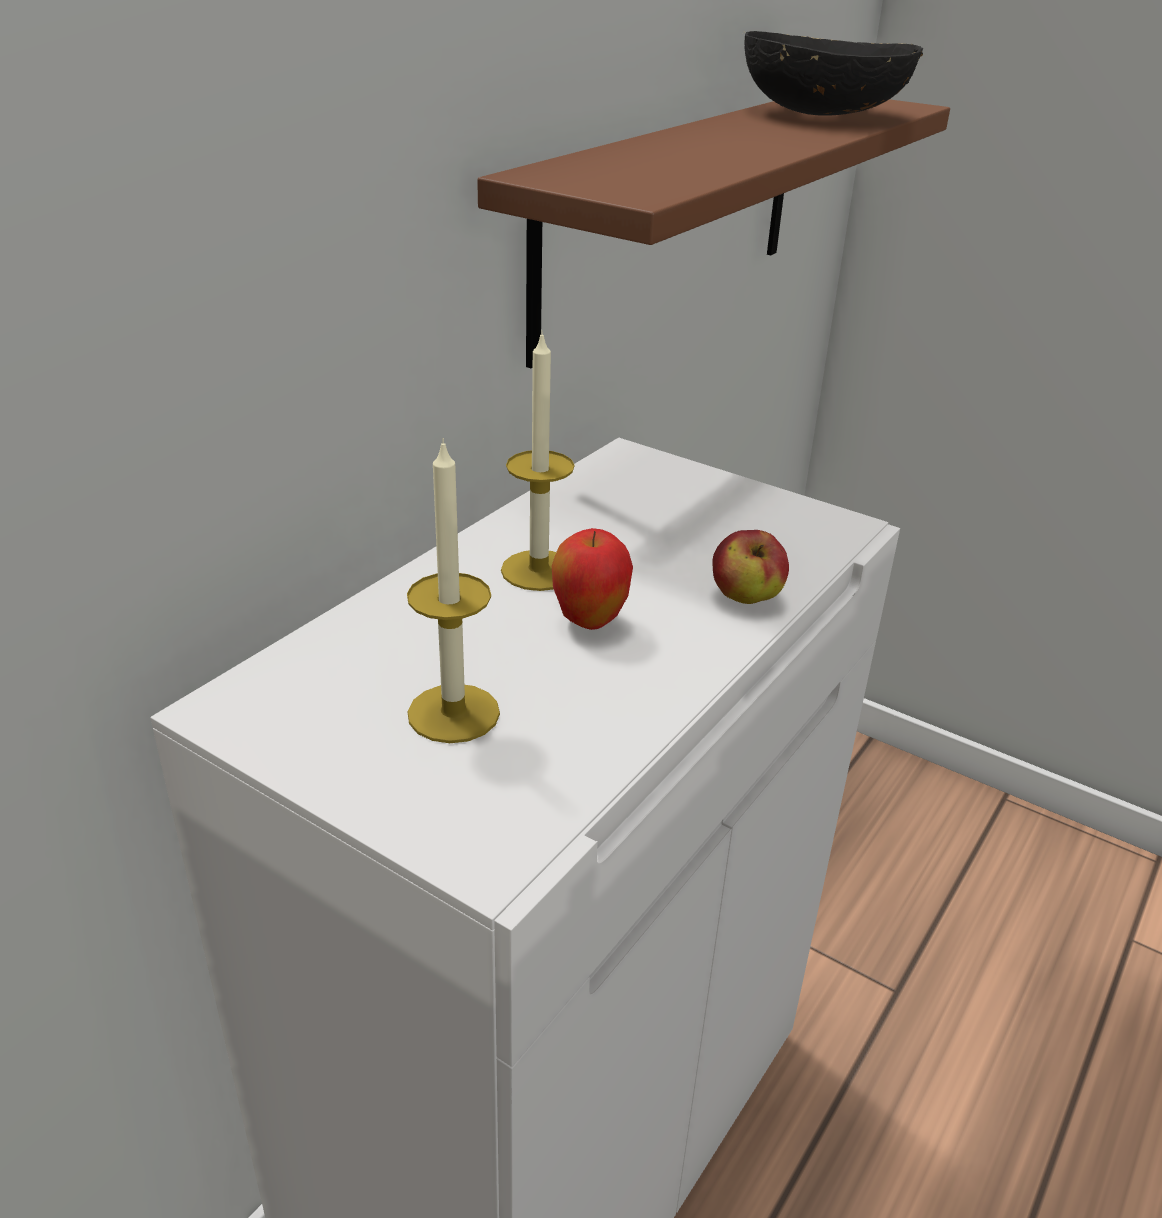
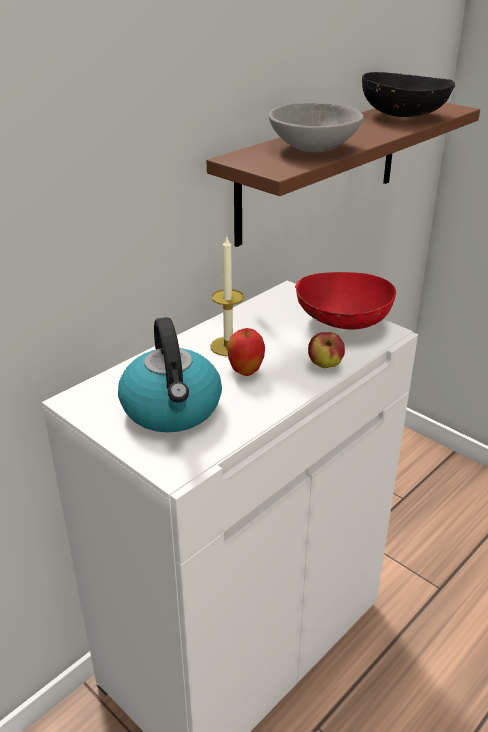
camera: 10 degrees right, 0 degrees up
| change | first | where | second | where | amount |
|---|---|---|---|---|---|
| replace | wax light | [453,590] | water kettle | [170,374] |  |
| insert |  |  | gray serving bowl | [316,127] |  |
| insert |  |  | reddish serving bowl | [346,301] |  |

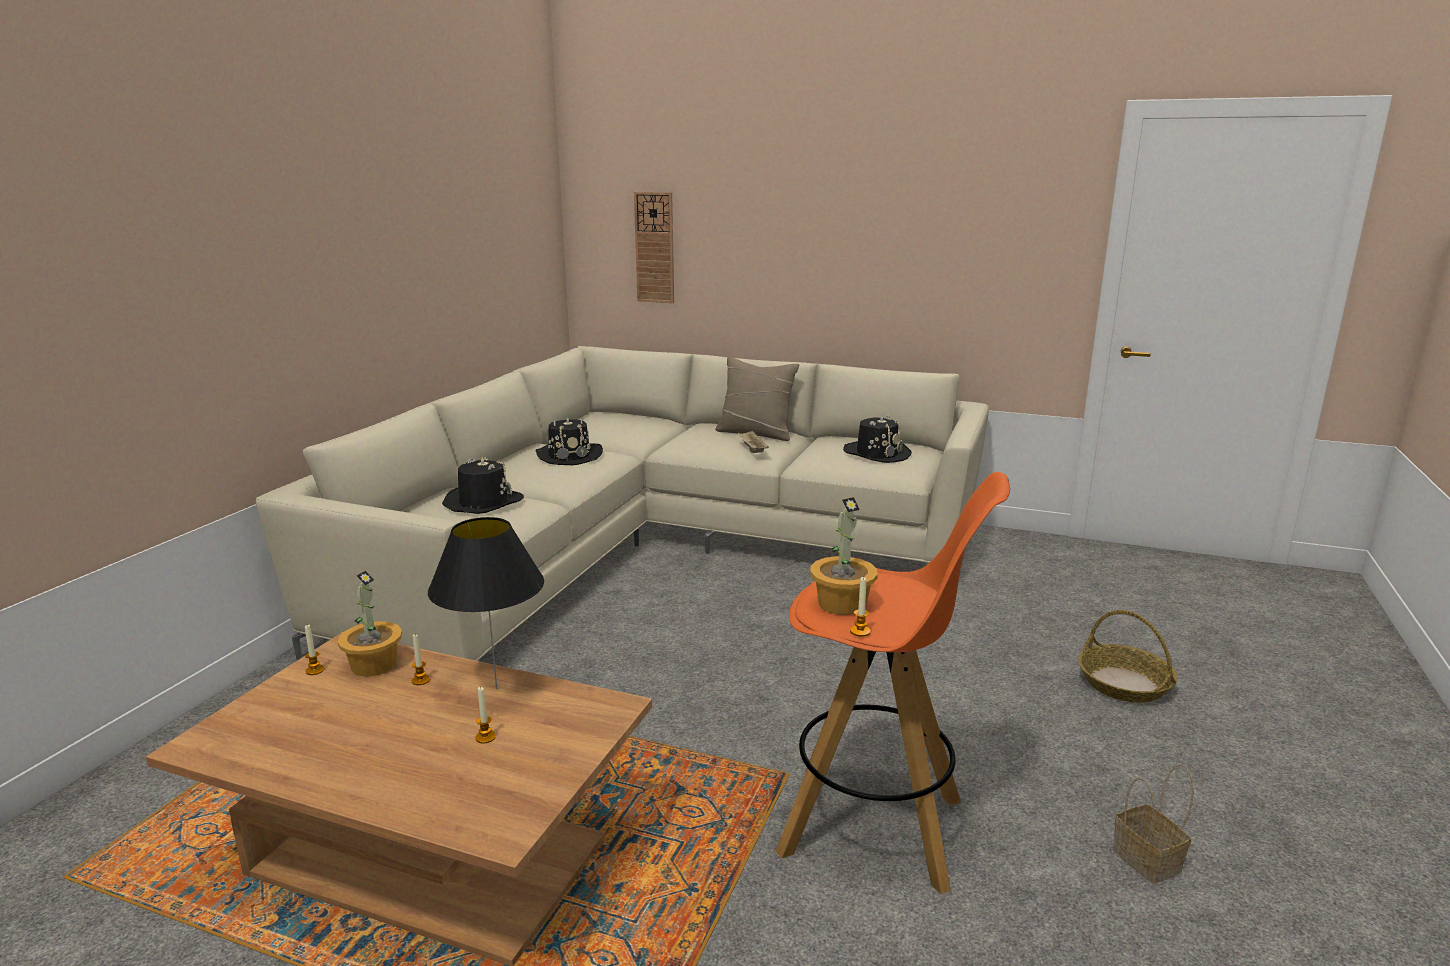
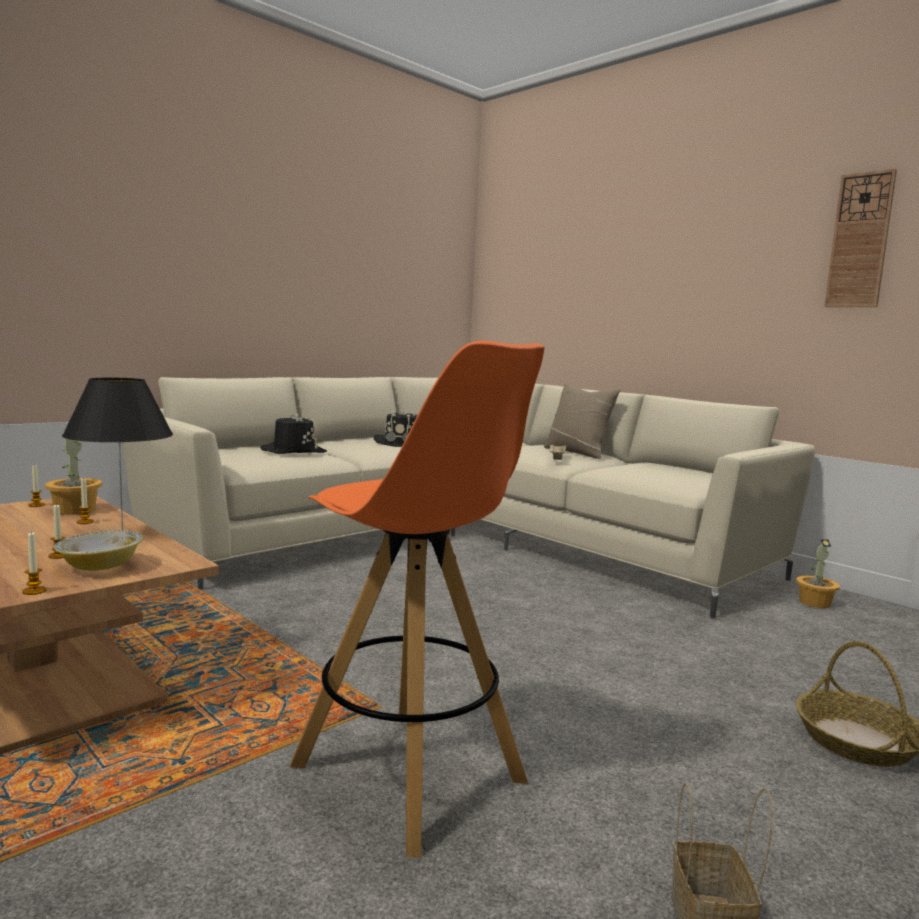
camera: 25 degrees right, 10 degrees down
| change | first | where | second | where | amount |
|---|---|---|---|---|---|
| move | wall clock | [654,247] |  | [860,237] |  |
| move | houseplant | [844,556] |  | [818,573] |  |
| delete | blackish clothing hat | [877,439] |  |  |  |
| move | wax light | [860,606] |  | [34,563] |  |
| insert |  |  | serving bowl | [98,550] |  |

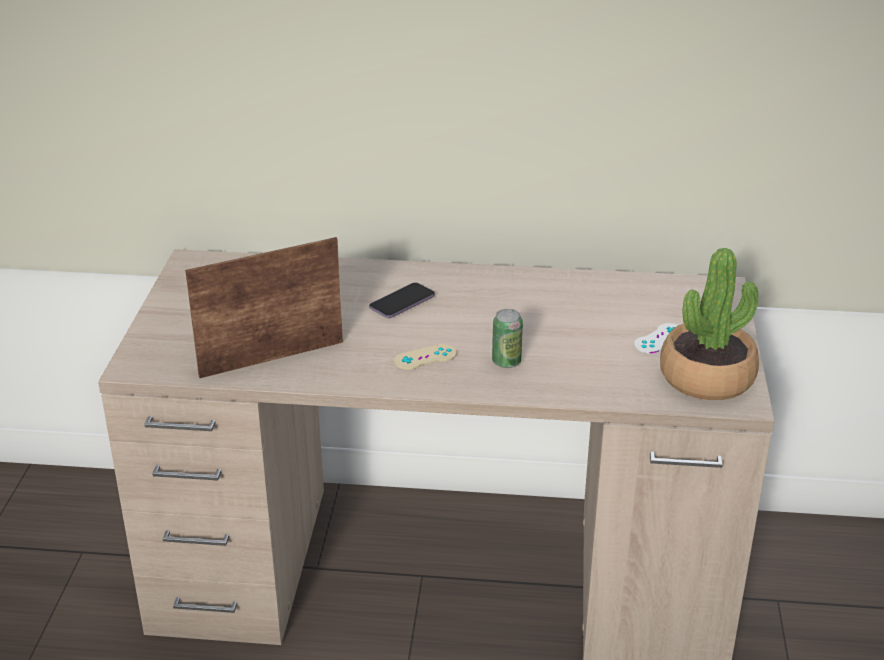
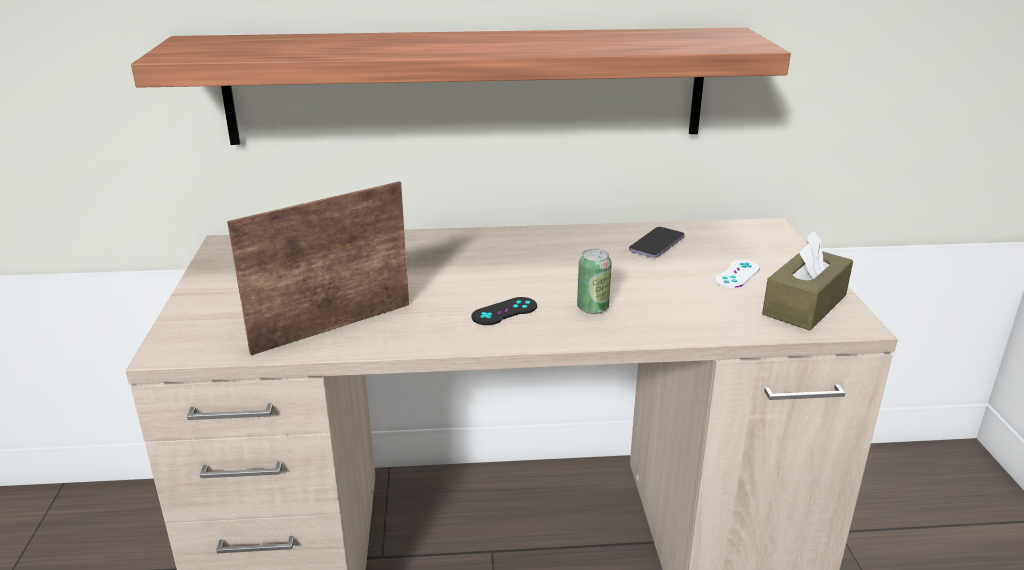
camera: 10 degrees left, 5 degrees down
| change | first | where | second | where | amount |
|---|---|---|---|---|---|
| move | handset | [402,300] |  | [657,242] |  |
| recolor | sand-coloured gamepad | [425,357] | blackish gamepad | [504,311] |  |
| replace | houseplant | [709,324] | brown-coloured box of tissues | [807,280] |  |
| insert |  |  | bracket shelf | [461,86] |  |

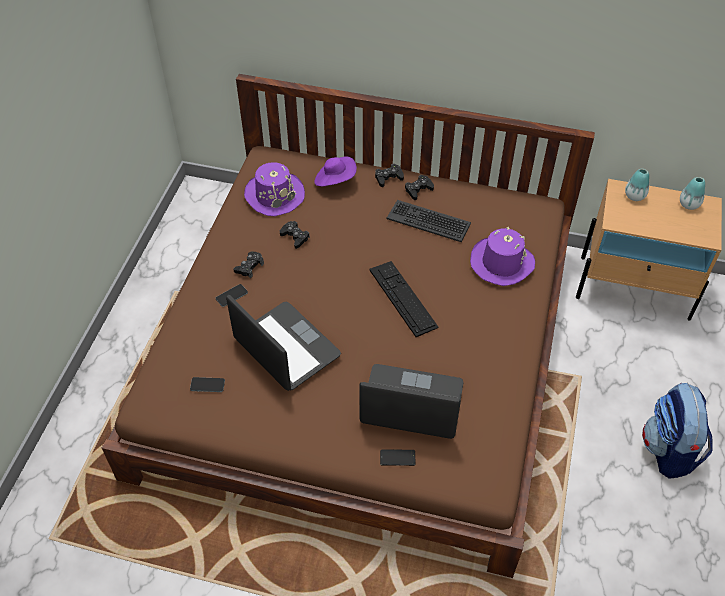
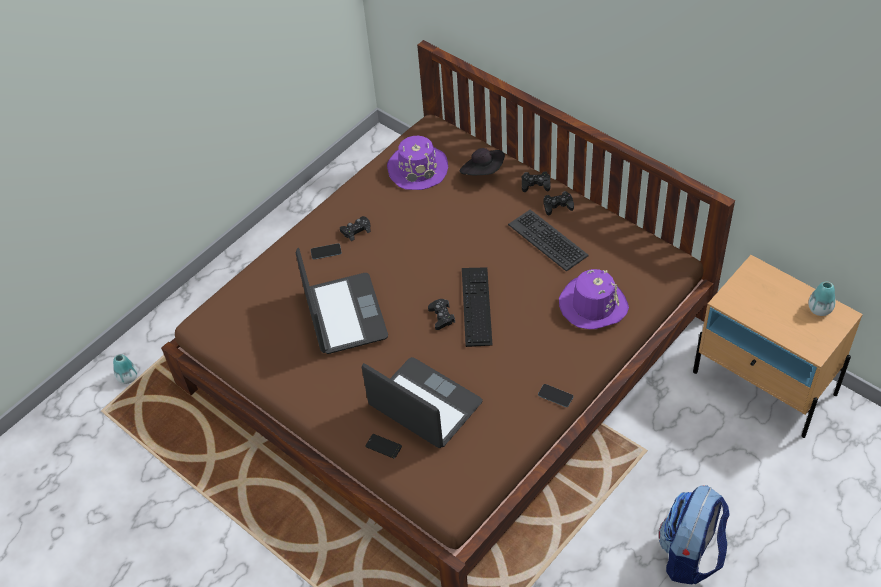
camera: 30 degrees right, 0 degrees up
| change | first | where | second | where | amount |
|---|---|---|---|---|---|
| move | handset | [207,384] |  | [555,395] |  |
| move | blackish gamepad | [295,235] |  | [441,314] |  |
| recolor | purplish clothing hat | [336,171] | blackish clothing hat | [482,161] |  |
| move | vase | [637,185] |  | [125,369] |  |

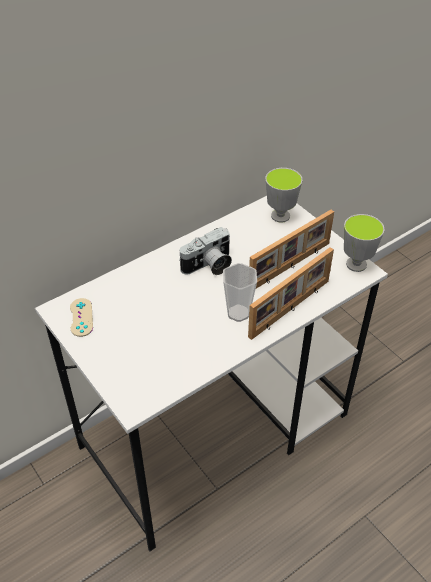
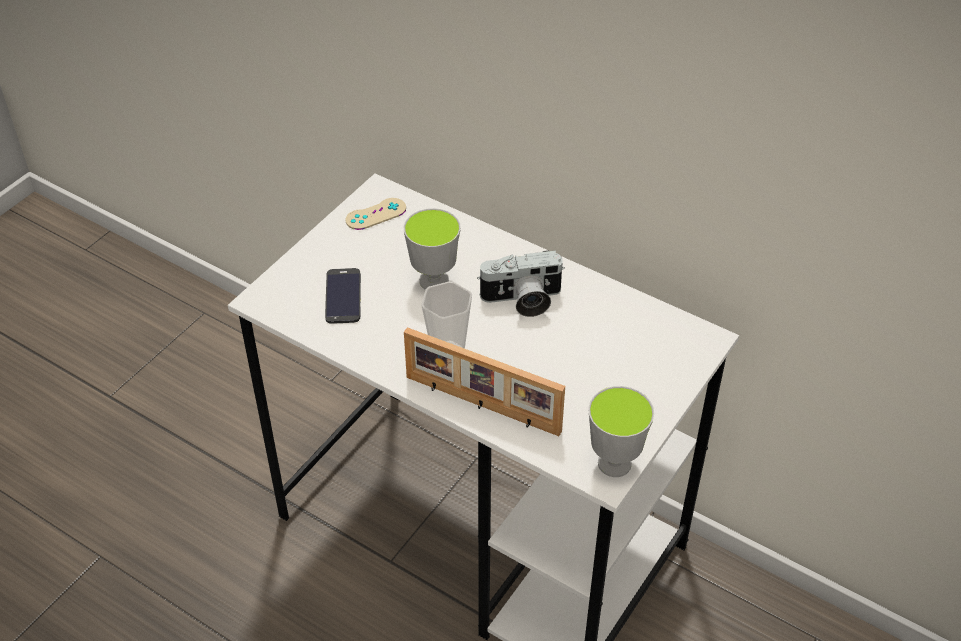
camera: 70 degrees right, 0 degrees up
| change | first | where | second | where | amount |
|---|---|---|---|---|---|
| rotate | photo camera | [205,251] |  | [521,284] | 45 degrees counterclockwise |
| delete | standing frame | [291,249] |  |  |  |
| move | cup | [283,195] |  | [432,249] |  |
| insert |  |  | handset | [343,296] |  |

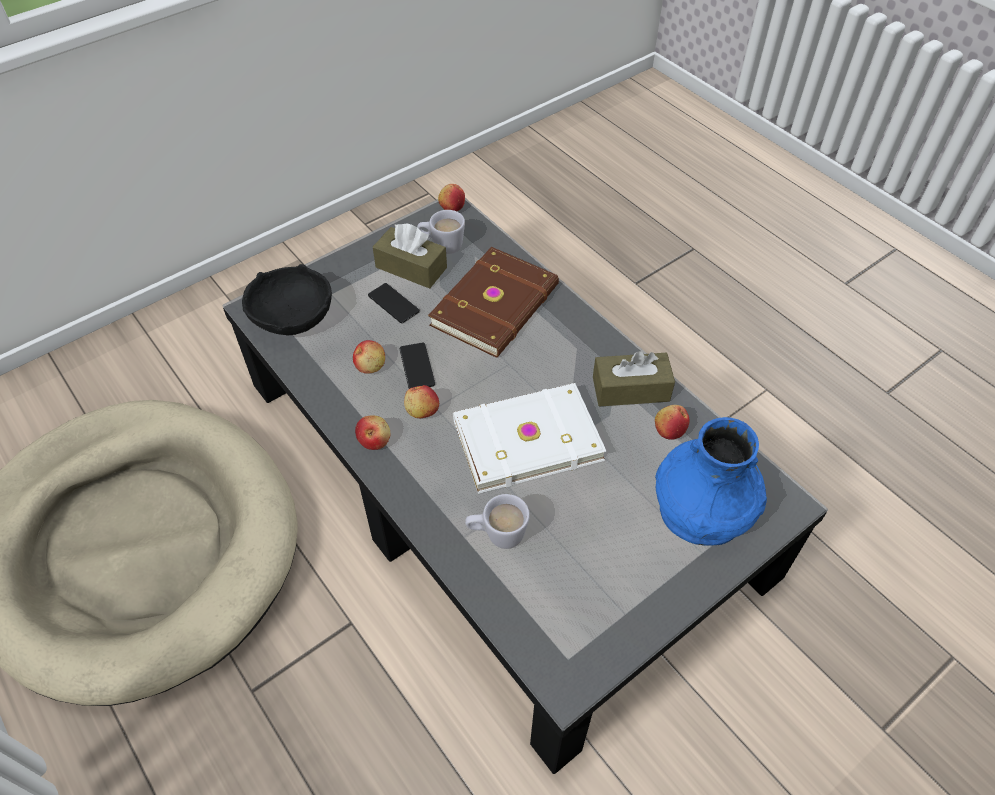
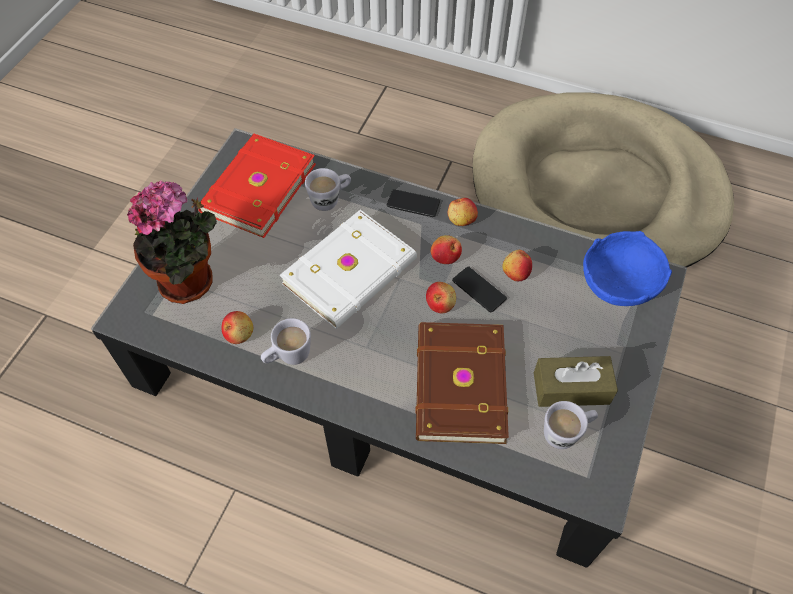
camera: 150 degrees right, 5 degrees up
| change | first | where | second | where | amount |
|---|---|---|---|---|---|
| recolor | blackish serving bowl | [287,299] | bluish serving bowl | [627,268] |  |
| move | handset | [394,303] |  | [413,203] |  |
| move | apple | [451,197] |  | [441,297] |  |
| replace | brown-coloured box of tissues | [634,379] | whitish mug | [286,341] |  |
| replace | bluish vase | [711,481] | houseplant | [172,242] |  |
| insert |  |  | reddish volume | [257,186] |  |

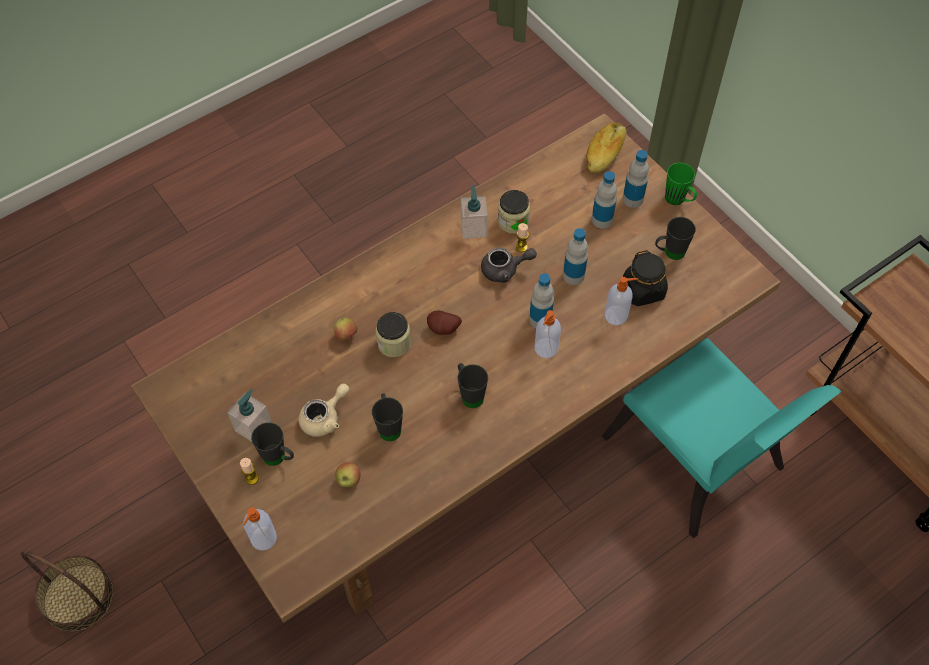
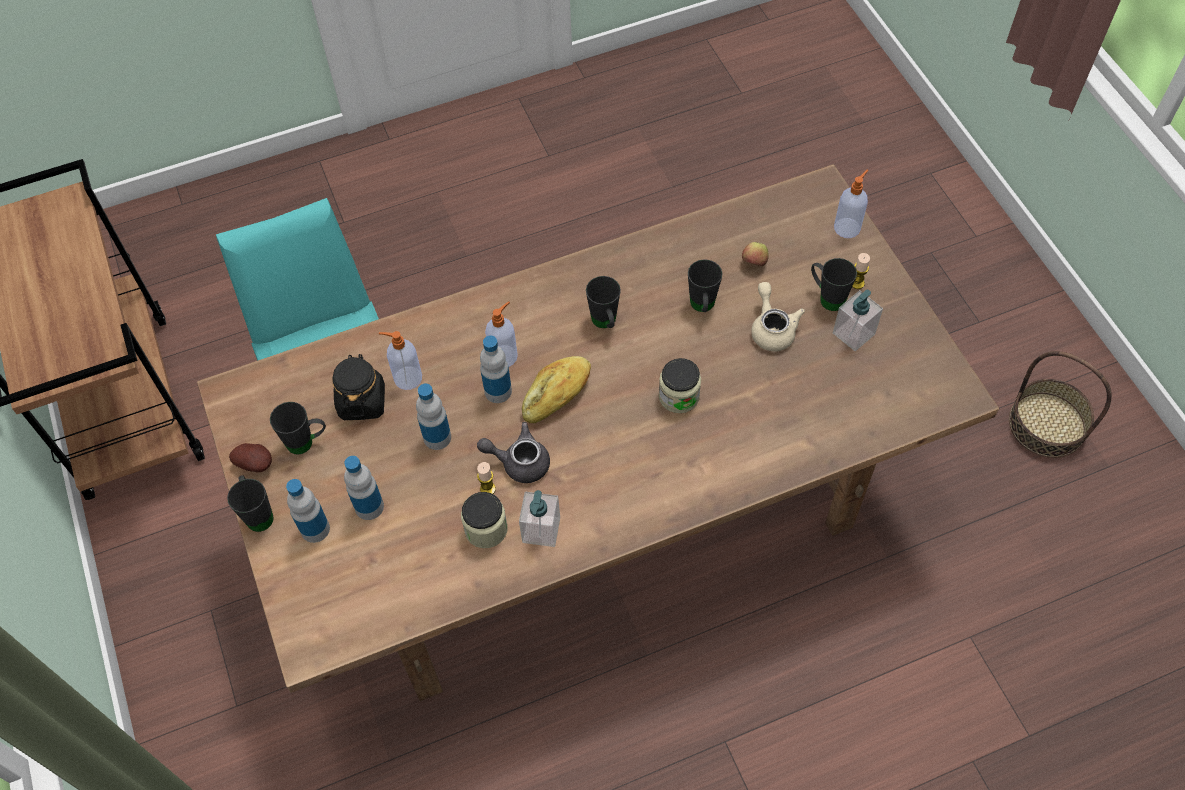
camera: 165 degrees left, 0 degrees up
| change | first | where | second | where | amount |
|---|---|---|---|---|---|
| rotate | sand-coloured teapot | [324,410] |  | [778,316] | 105 degrees clockwise |
| delete | apple | [345,329] |  |  |  |
| move | whole potato | [444,323] |  | [250,457] |  |
| move | bread | [606,147] |  | [556,389] |  |
| recolor | greenish mug | [681,184] | blackish mug | [250,503] |  |

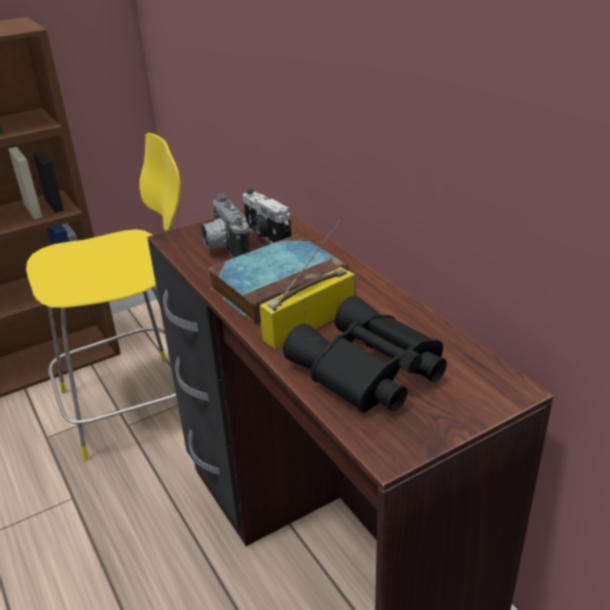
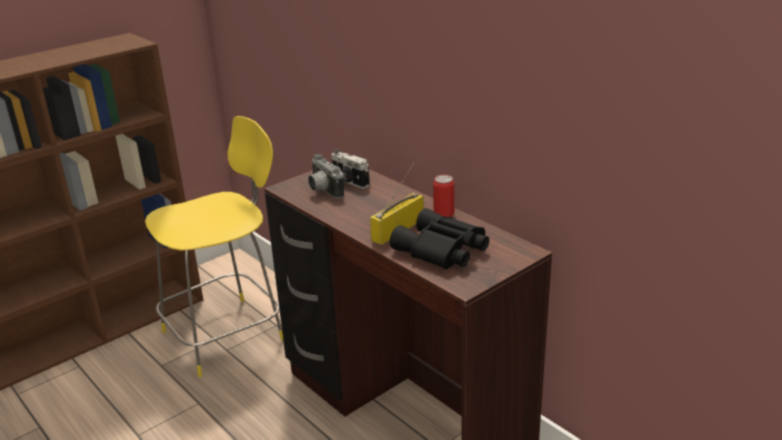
camera: 10 degrees left, 5 degrees down
| change | first | where | second | where | amount |
|---|---|---|---|---|---|
| delete | volume | [277,279] |  |  |  |
| insert |  |  | metal can | [443,196] |  |

